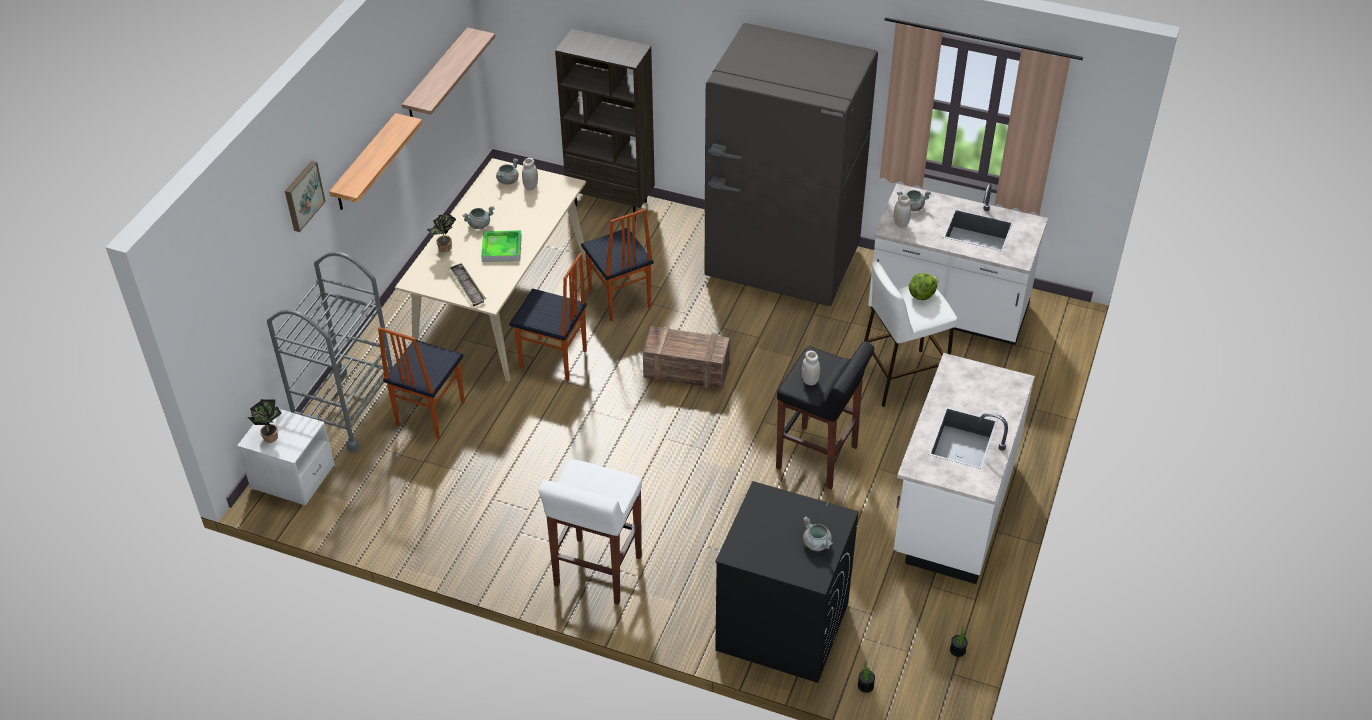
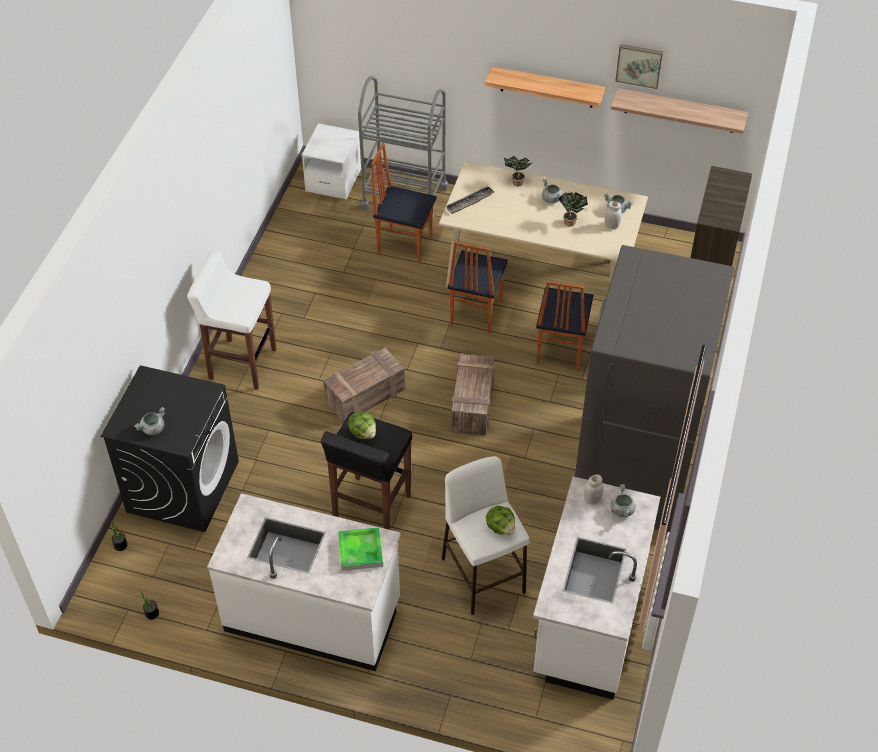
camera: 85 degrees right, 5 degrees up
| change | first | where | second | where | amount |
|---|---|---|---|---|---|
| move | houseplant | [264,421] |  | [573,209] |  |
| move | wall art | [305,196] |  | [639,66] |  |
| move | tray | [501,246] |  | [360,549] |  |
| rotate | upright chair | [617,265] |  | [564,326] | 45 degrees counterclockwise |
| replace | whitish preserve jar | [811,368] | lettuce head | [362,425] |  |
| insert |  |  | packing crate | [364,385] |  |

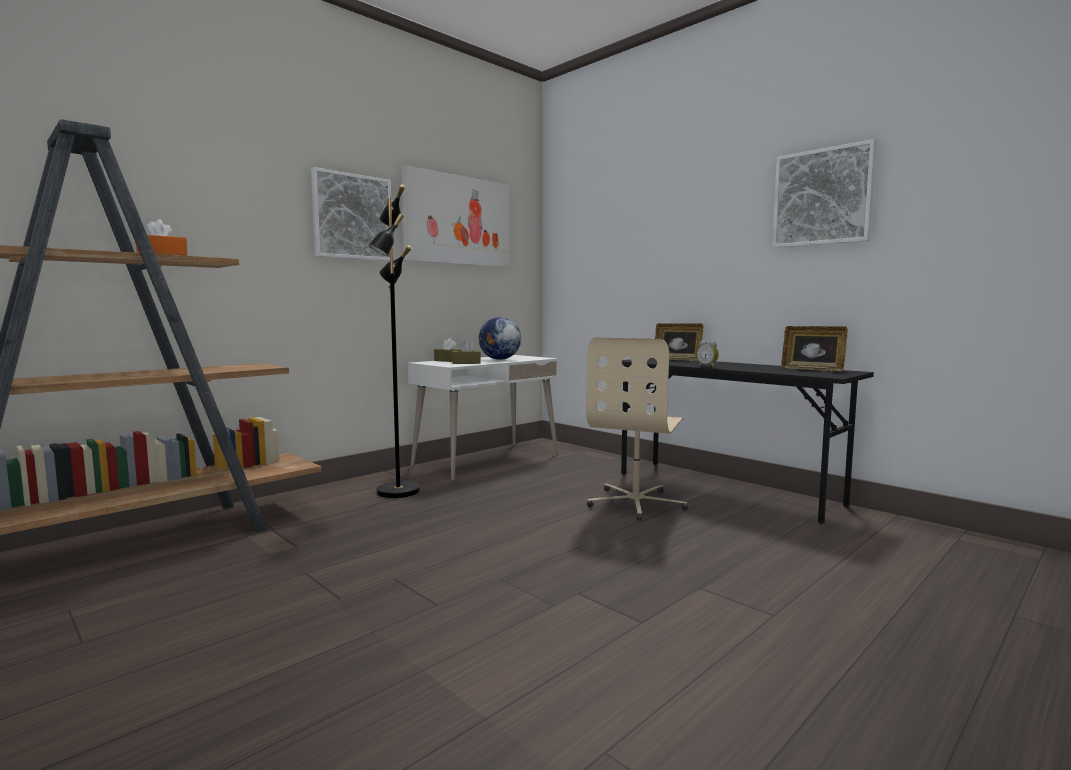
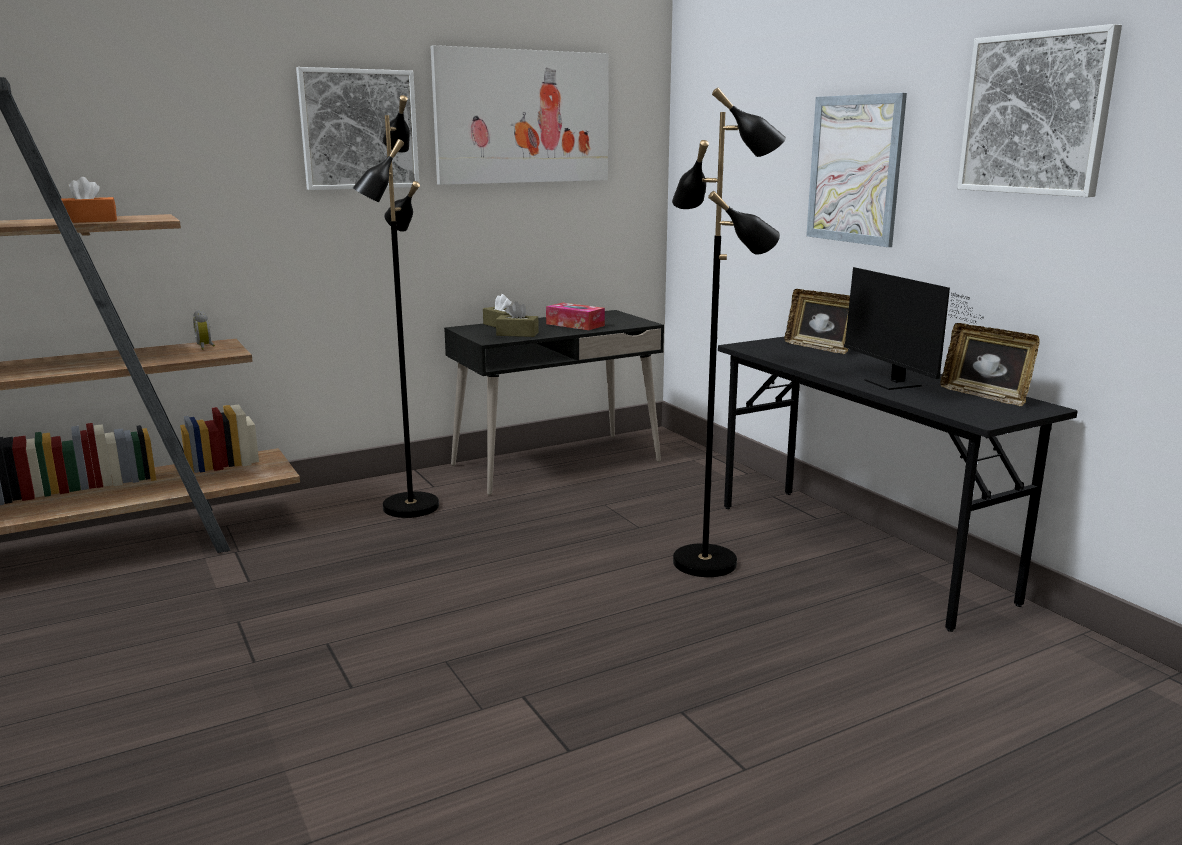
camera: 15 degrees right, 10 degrees up
| change | first | where | second | where | amount |
|---|---|---|---|---|---|
| recolor | whitish desk | [483,418] | blackish desk | [554,403] |  |
| replace | world globe | [499,338] | box of tissues | [575,316] |  |
| replace | sand-coloured desk chair | [637,429] | blackish floor lamp | [729,332] |  |
| move | table clock | [708,354] |  | [204,330] |  |
| insert |  |  | wall art | [856,170] |  |
| insert |  |  | computer screen | [910,328] |  |

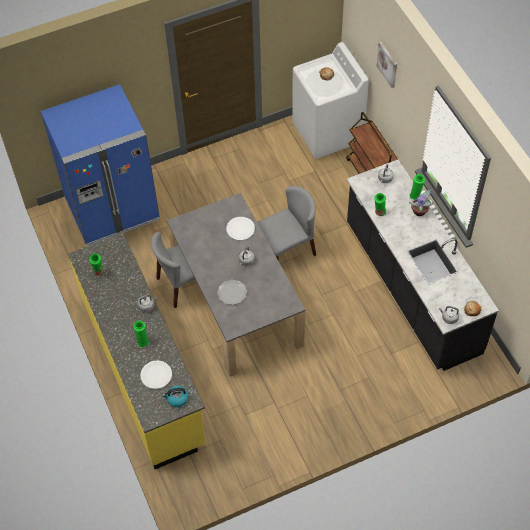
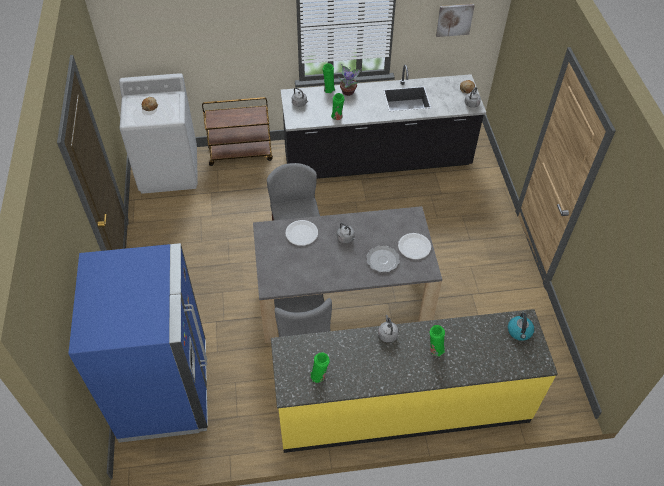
camera: 75 degrees left, 5 degrees down
| change | first | where | second | where | amount |
|---|---|---|---|---|---|
| move | whitish plate | [156,374] |  | [414,246] |  |
| move | wall art | [387,65] |  | [455,20] |  |

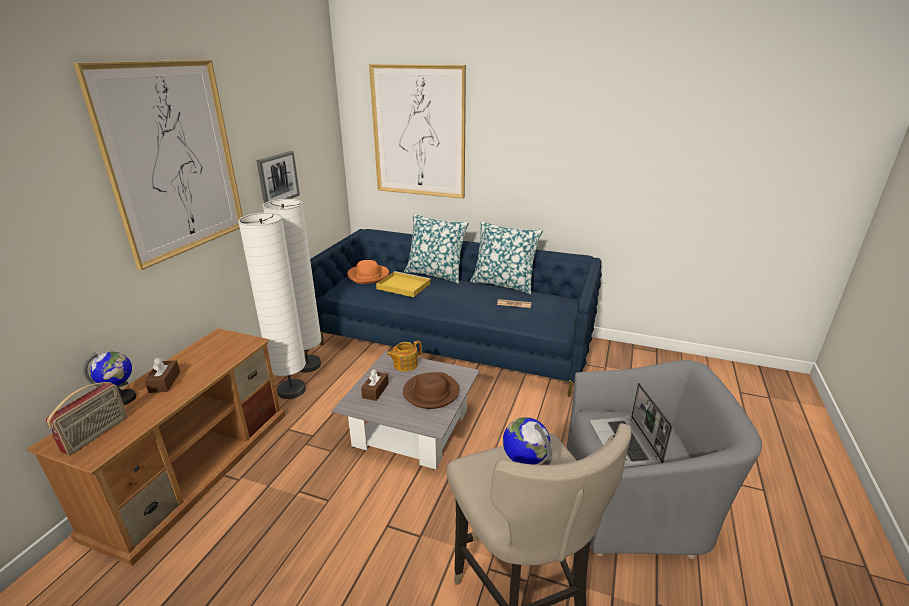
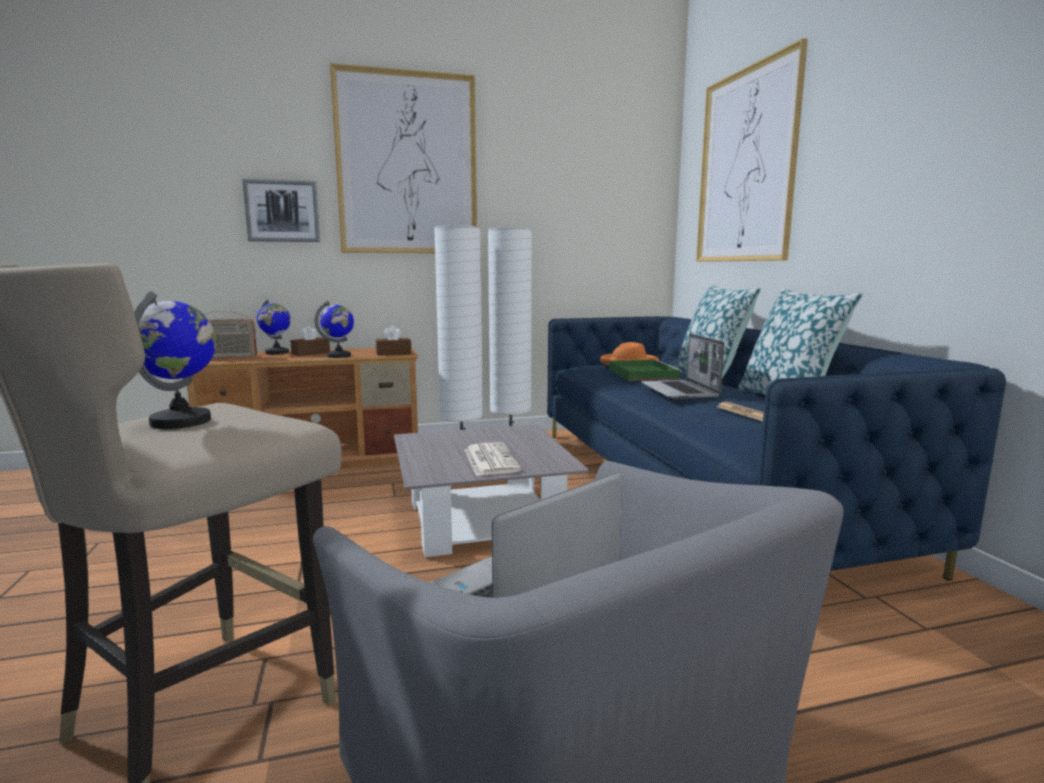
camera: 55 degrees right, 15 degrees down
| change | first | where | second | where | amount |
|---|---|---|---|---|---|
| move | wall art | [278,177] |  | [281,210] |  |
| move | brown-coloured box of tissues | [375,385] |  | [393,340] |  |
| recolor | yellow tray | [403,284] | greenish tray | [645,370] |  |
| delete | teapot | [404,356] |  |  |  |
| replace | brown-coloured clothing hat | [431,390] | daily paper | [493,459] |  |
| insert |  |  | world globe | [334,329] |  |
| insert |  |  | laptop | [682,366] |  |

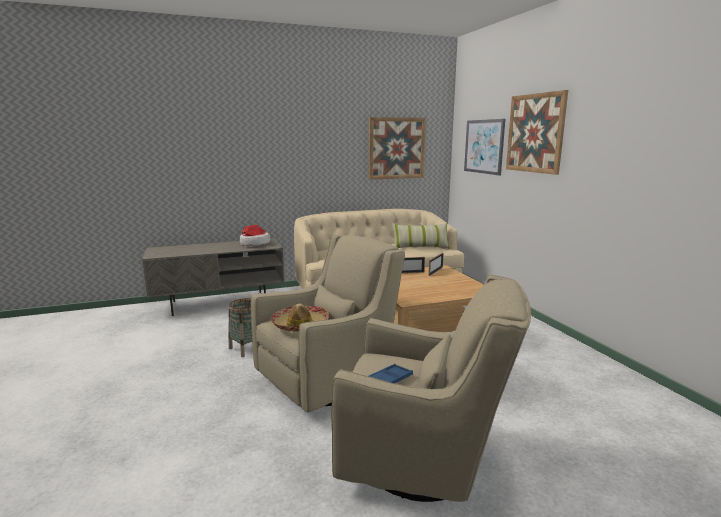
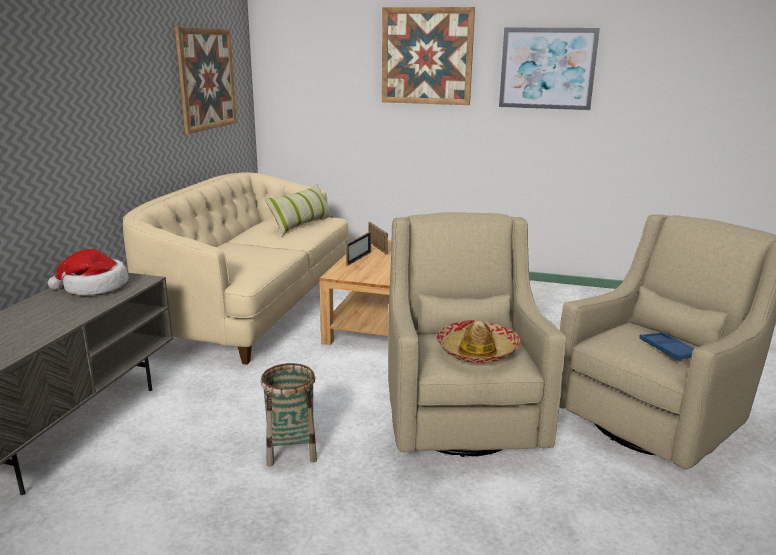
camera: 55 degrees left, 5 degrees up
| change | first | where | second | where | amount |
|---|---|---|---|---|---|
| move | wall art | [484,147] |  | [549,69] |  |

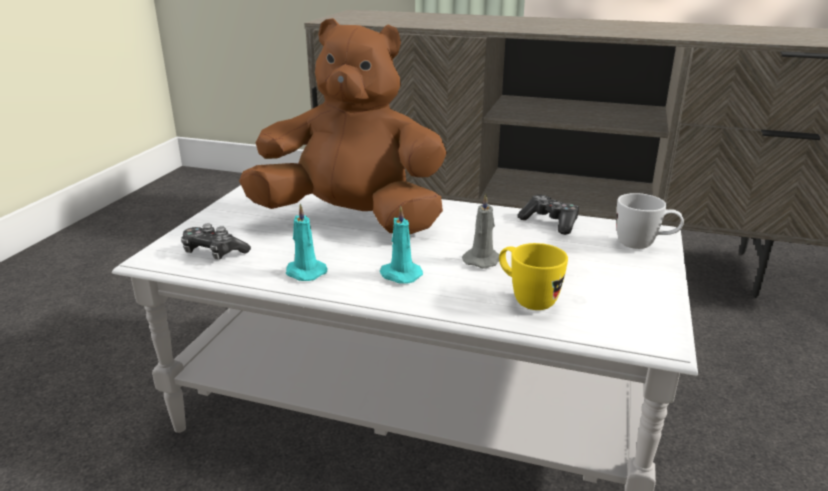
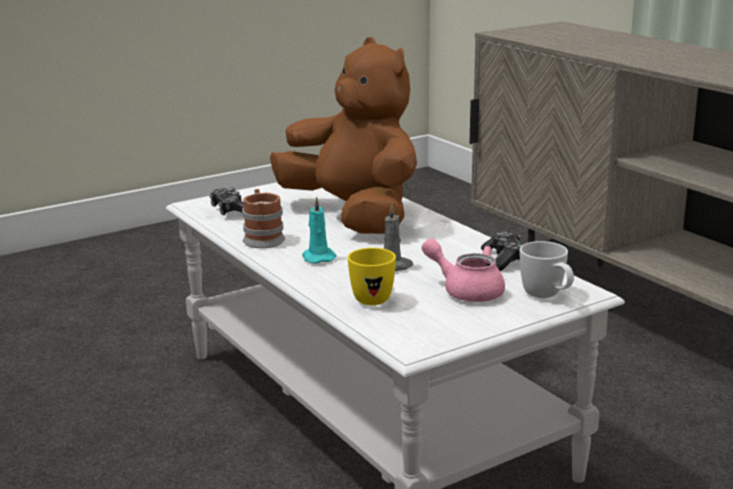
camera: 40 degrees right, 5 degrees down
| change | first | where | second | where | amount |
|---|---|---|---|---|---|
| replace | blue-green wax light | [306,242] | mug | [263,218] |  |
| insert |  |  | pinkish teapot | [463,270] |  |

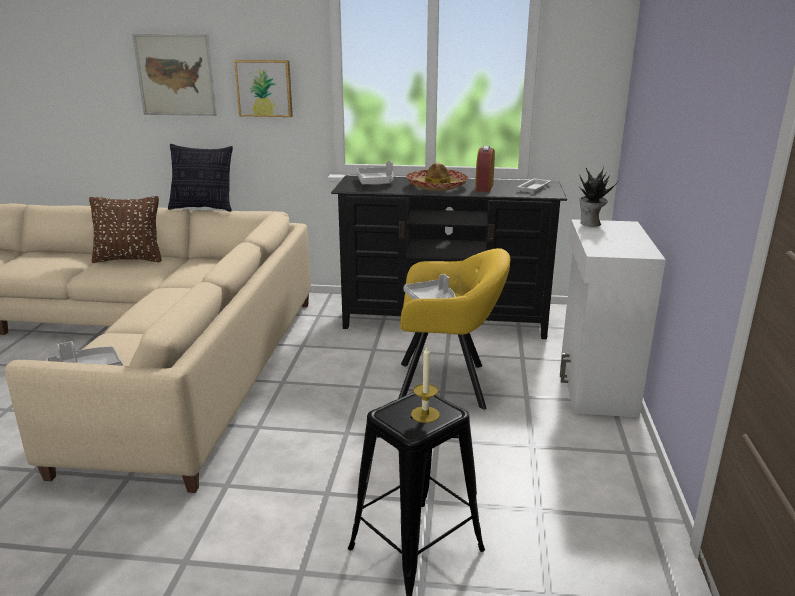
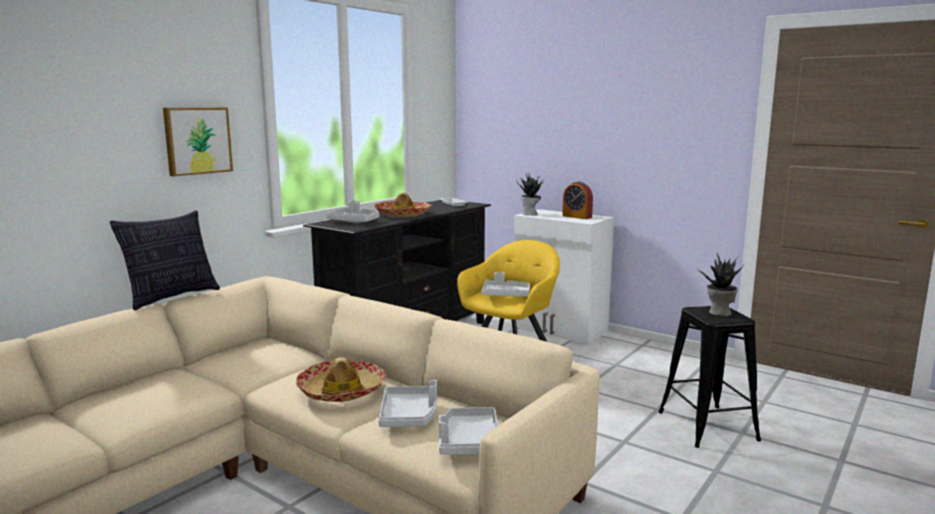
camera: 60 degrees left, 10 degrees down
| change | first | where | second | where | amount |
|---|---|---|---|---|---|
| delete | brown-coloured throw pillow | [125,229] |  |  |  |
| delete | wall art | [174,75] |  |  |  |
| replace | wax light | [425,384] | houseplant | [721,284] |  |
| move | table clock | [485,169] |  | [577,200] |  |
| insert |  |  | clothing hat | [341,379] |  |
| insert |  |  | gray tray | [408,403] |  |

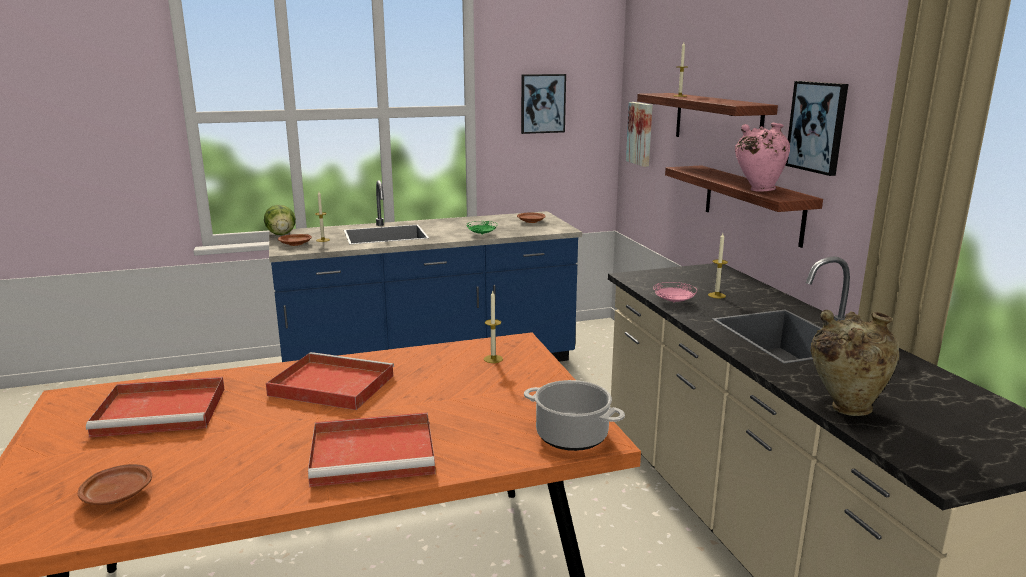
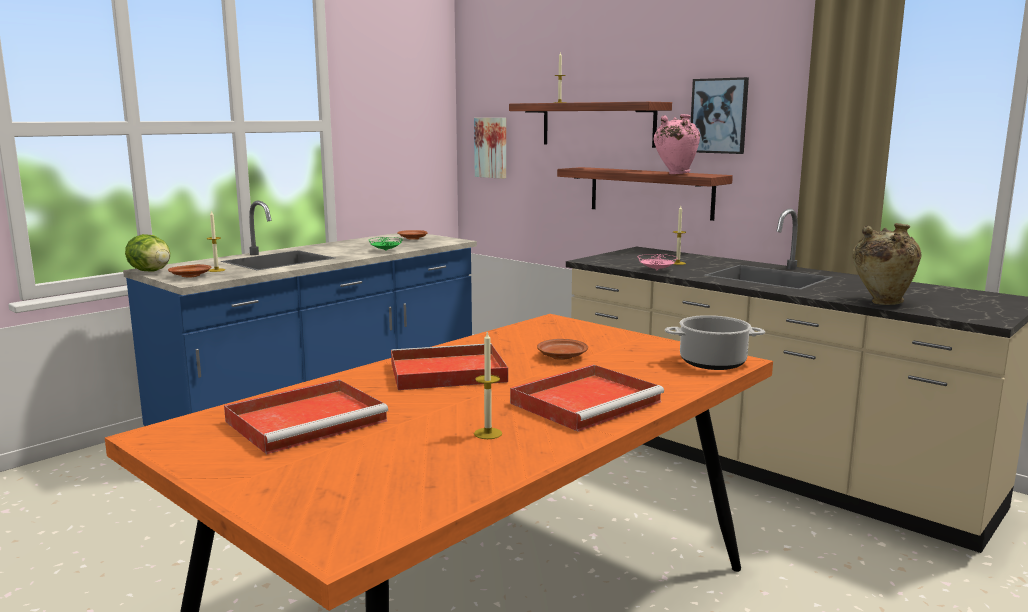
camera: 30 degrees left, 5 degrees down
| change | first | where | second | where | amount |
|---|---|---|---|---|---|
| move | brown-coloured plate | [115,484] |  | [562,349] |  |
| move | wax light | [493,327] |  | [488,385] |  |
| delete | wall art | [543,104] |  |  |  |

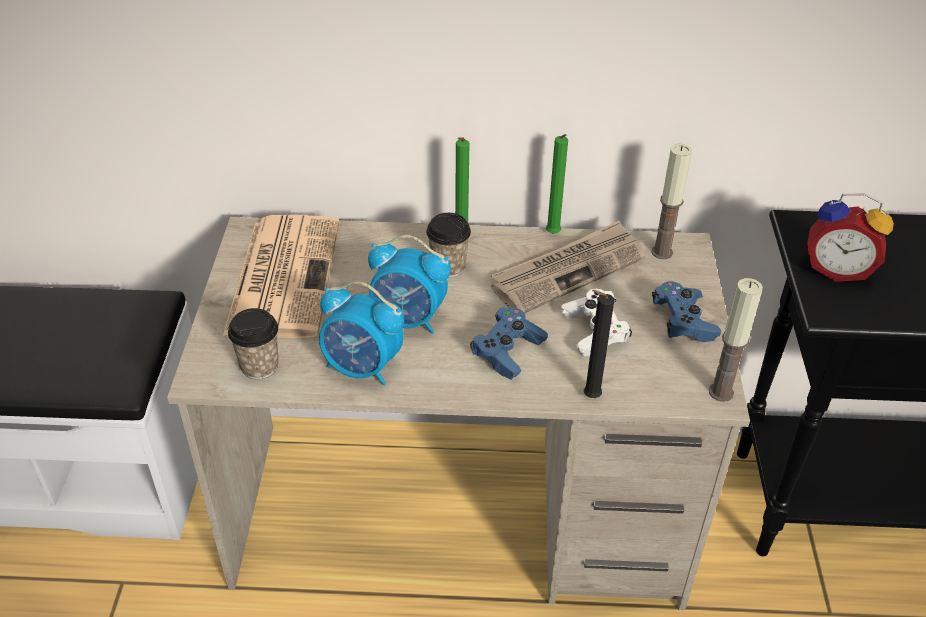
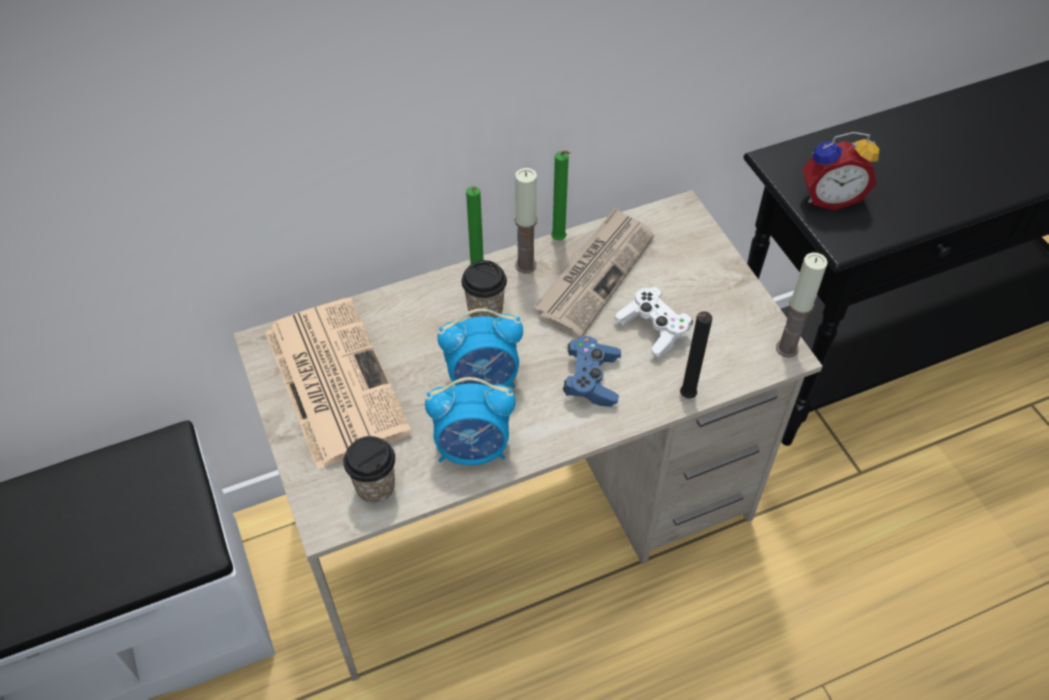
camera: 25 degrees left, 10 degrees up
| change | first | where | second | where | amount |
|---|---|---|---|---|---|
| move | wax light | [671,201] |  | [525,220] |  |
| delete | bluish gamepad | [686,311] |  |  |  |

